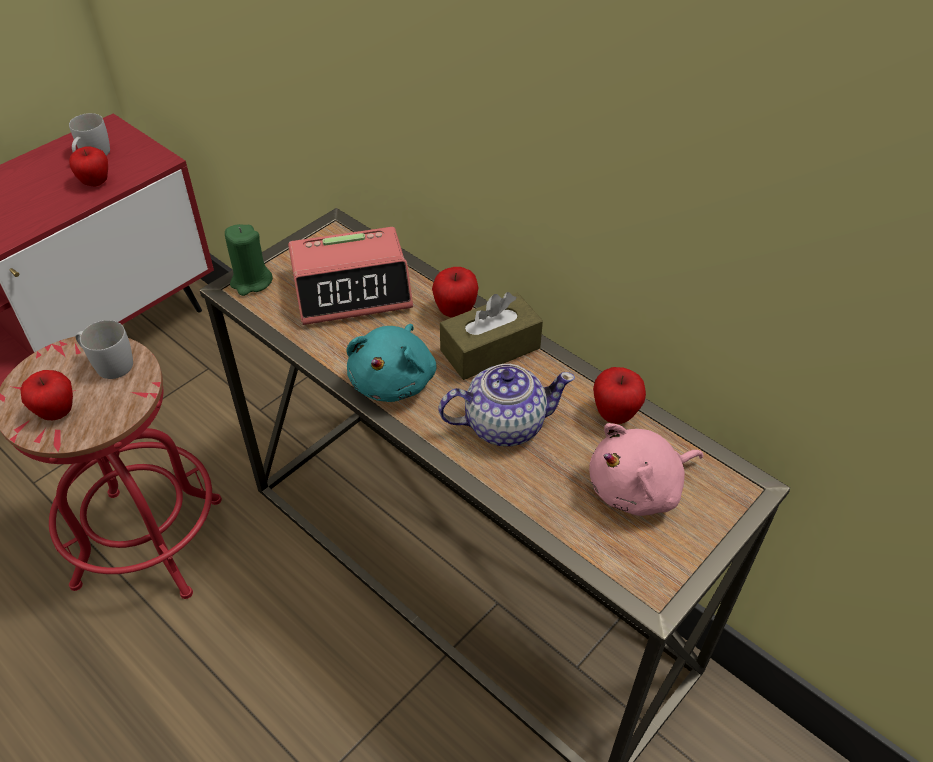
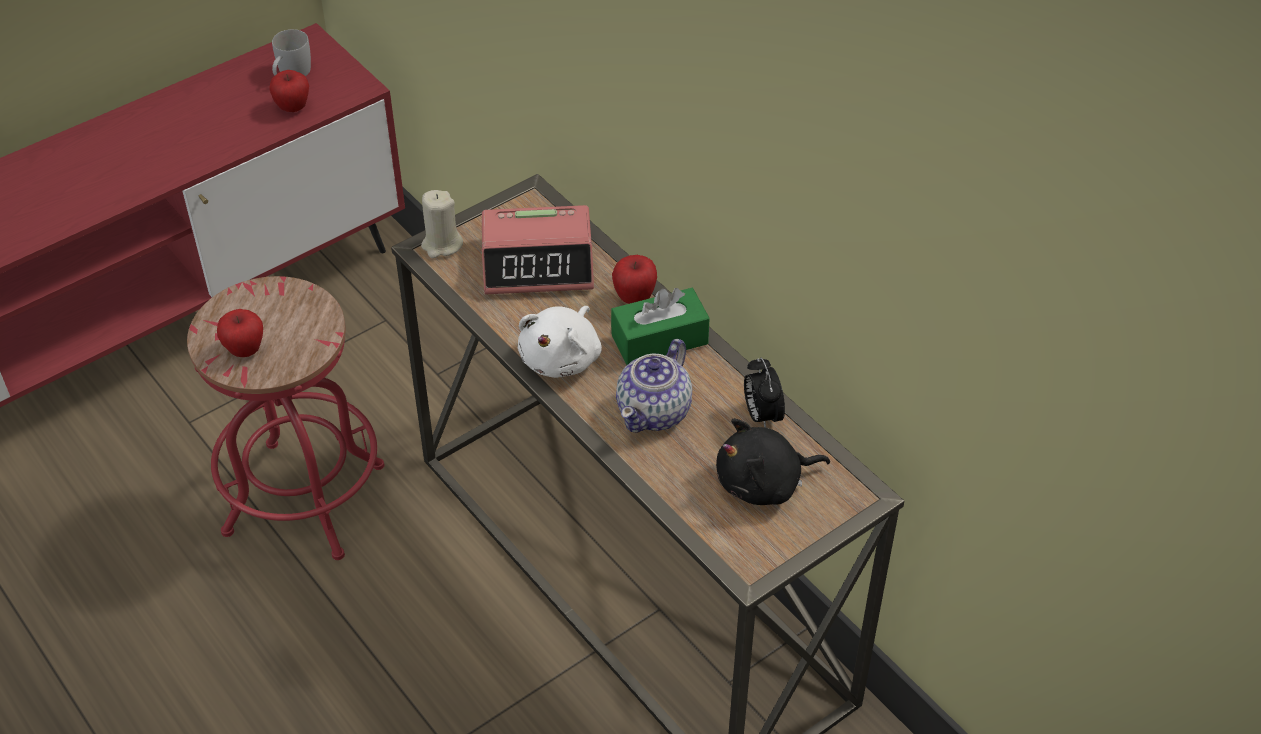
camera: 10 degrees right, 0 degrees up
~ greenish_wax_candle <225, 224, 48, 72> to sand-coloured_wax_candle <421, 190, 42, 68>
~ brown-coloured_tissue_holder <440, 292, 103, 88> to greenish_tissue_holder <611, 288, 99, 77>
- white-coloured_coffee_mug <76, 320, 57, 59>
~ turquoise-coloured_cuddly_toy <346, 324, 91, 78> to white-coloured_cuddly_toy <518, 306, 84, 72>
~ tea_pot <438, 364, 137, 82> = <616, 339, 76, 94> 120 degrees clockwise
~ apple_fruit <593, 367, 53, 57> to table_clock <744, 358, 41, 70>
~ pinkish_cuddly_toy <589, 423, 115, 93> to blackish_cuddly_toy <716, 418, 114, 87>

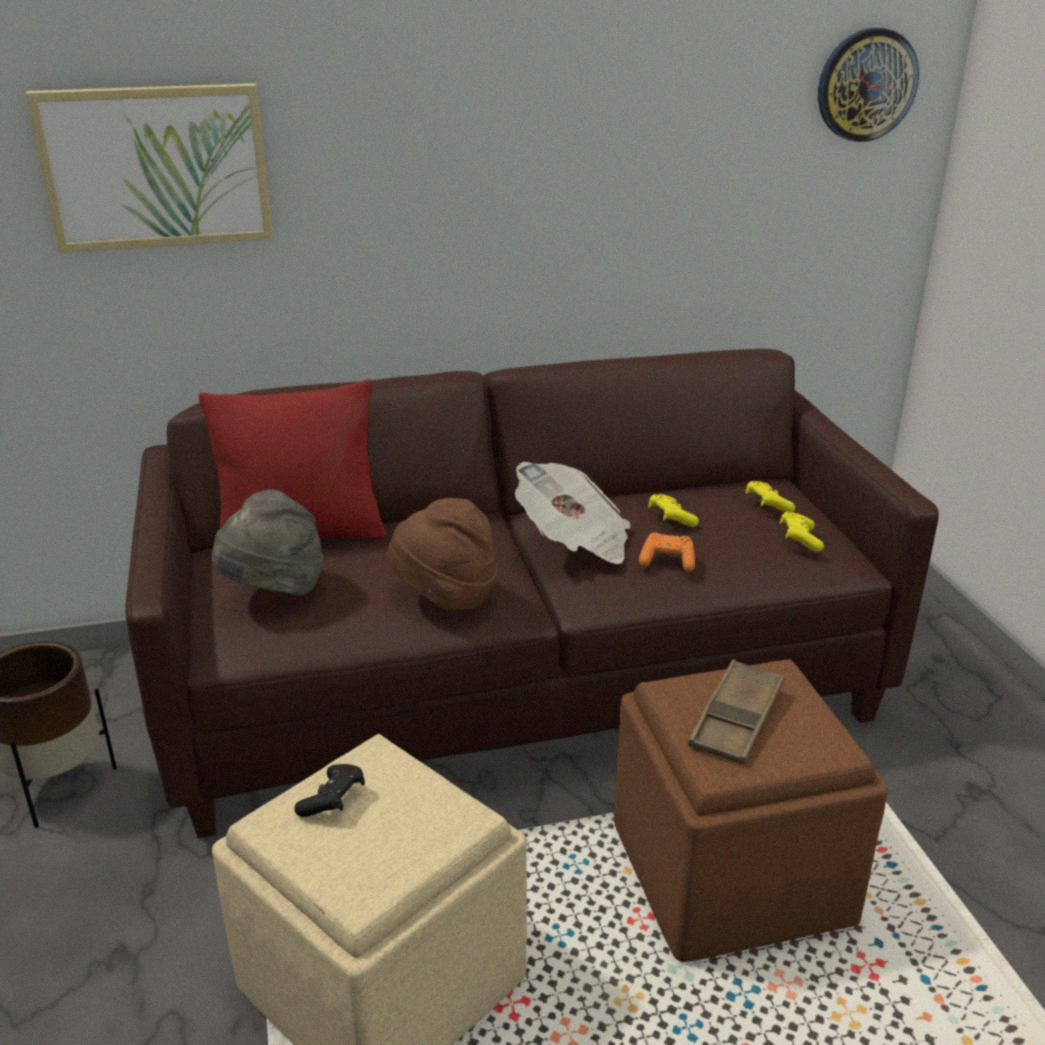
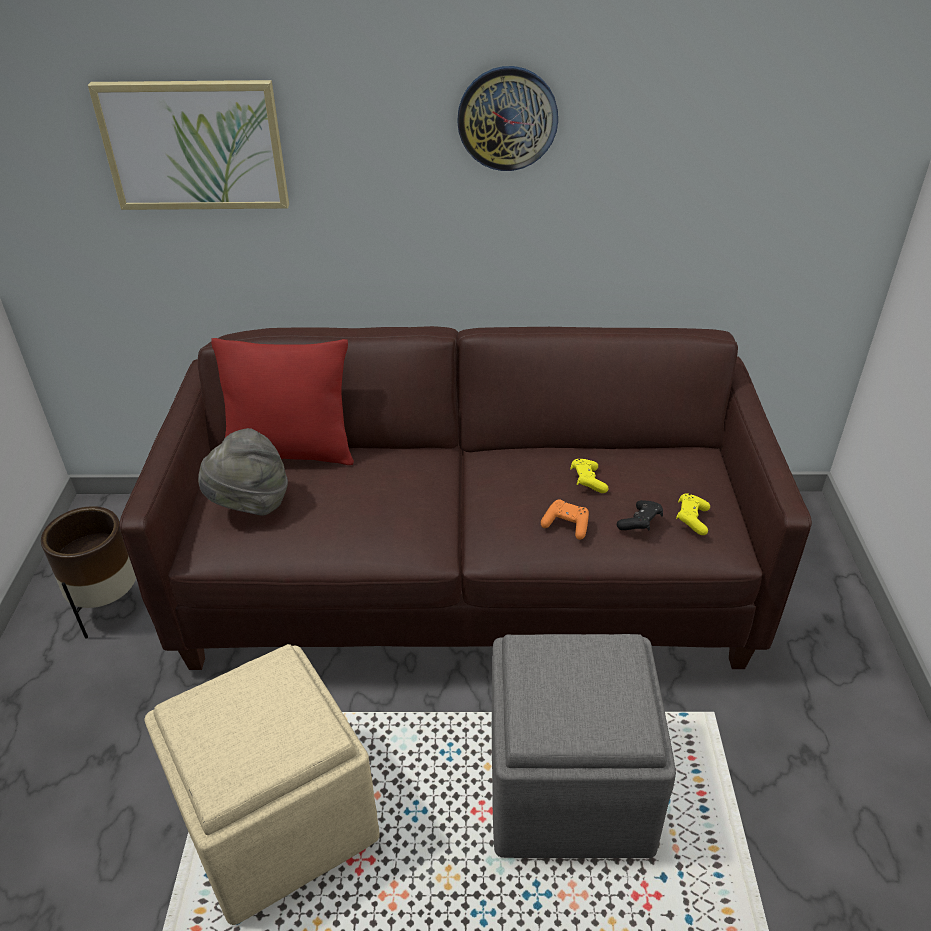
camera: 15 degrees right, 10 degrees up
~ wall_clock <818, 28, 101, 114> to <457, 66, 101, 105>
- printed_paper <514, 462, 117, 102>
- yellowish_game_controller <746, 481, 49, 31>
- brown-coloured_clothing_hat <388, 498, 109, 113>
~ brown-coloured_ottoman <614, 659, 274, 303> to gray_ottoman <492, 634, 184, 224>
- brown-coloured_serving_tray <688, 659, 97, 106>
~ blackish_game_controller <294, 764, 71, 53> to <617, 500, 46, 30>

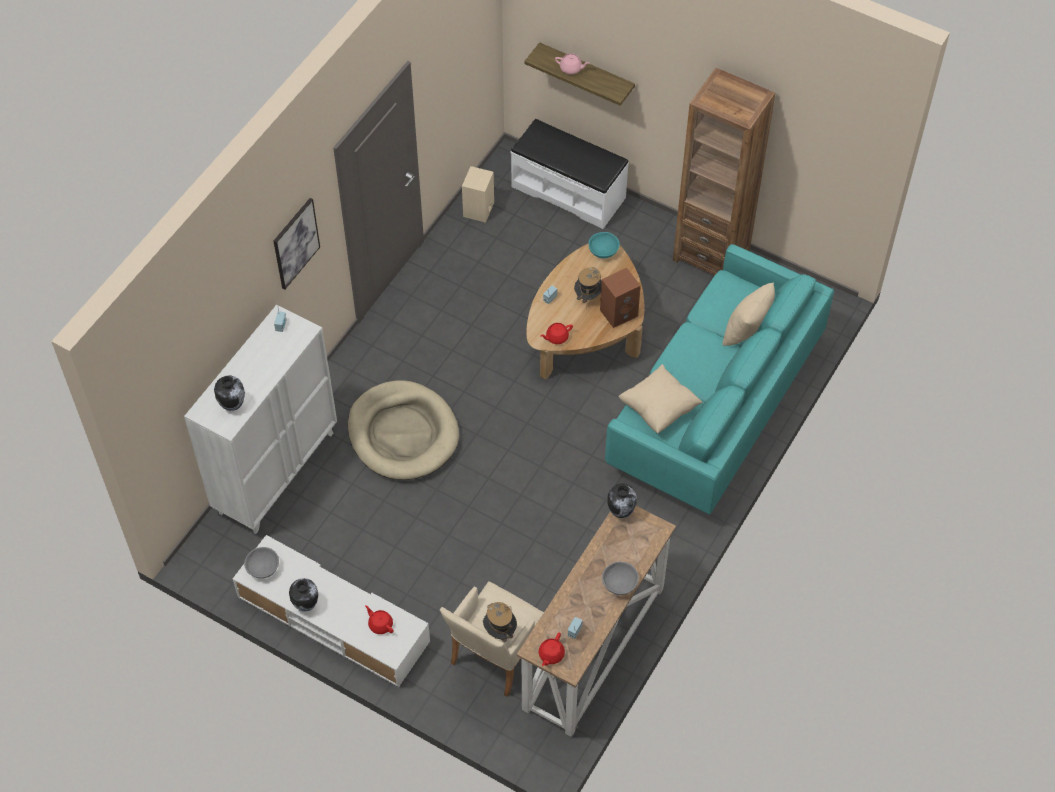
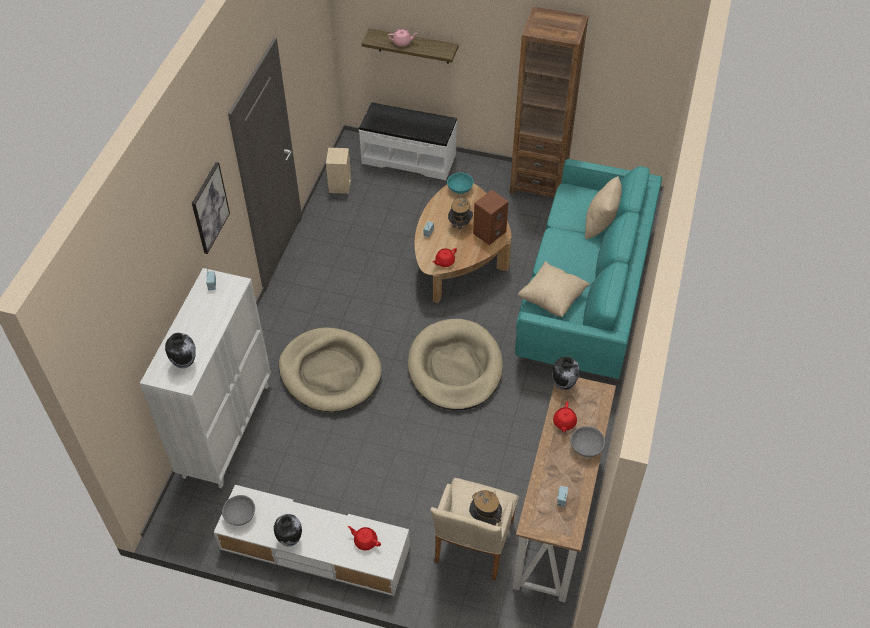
camera: 15 degrees left, 5 degrees down
~ red-coloured_tea_pot <539, 633, 26, 33> to <553, 402, 24, 30>
+ sand-coloured_pet_bed <408, 319, 95, 92>

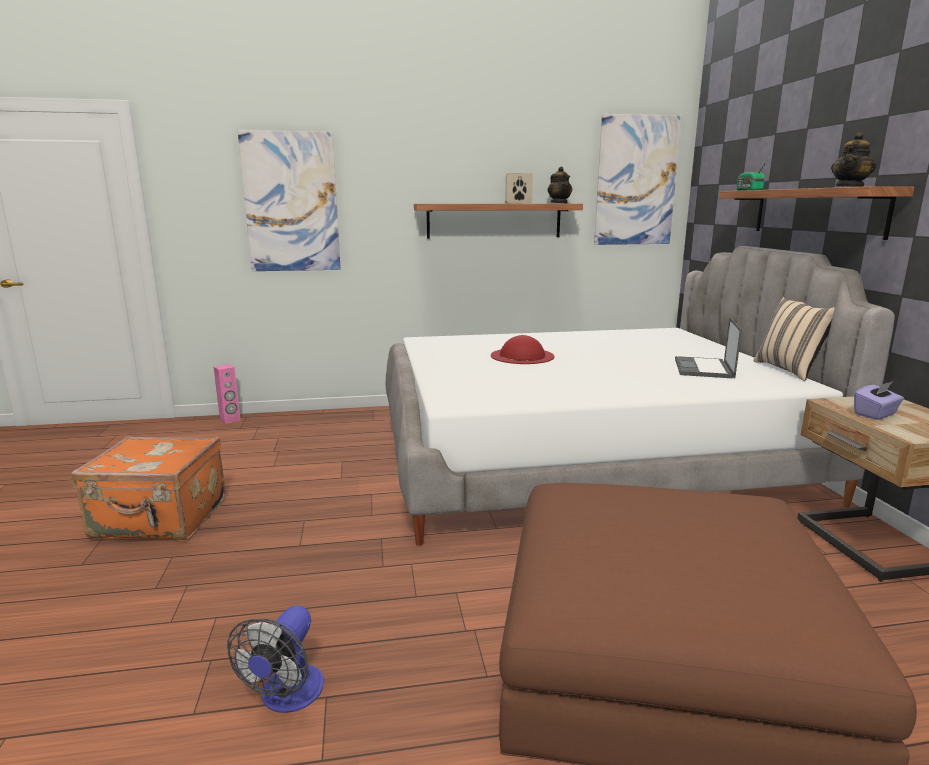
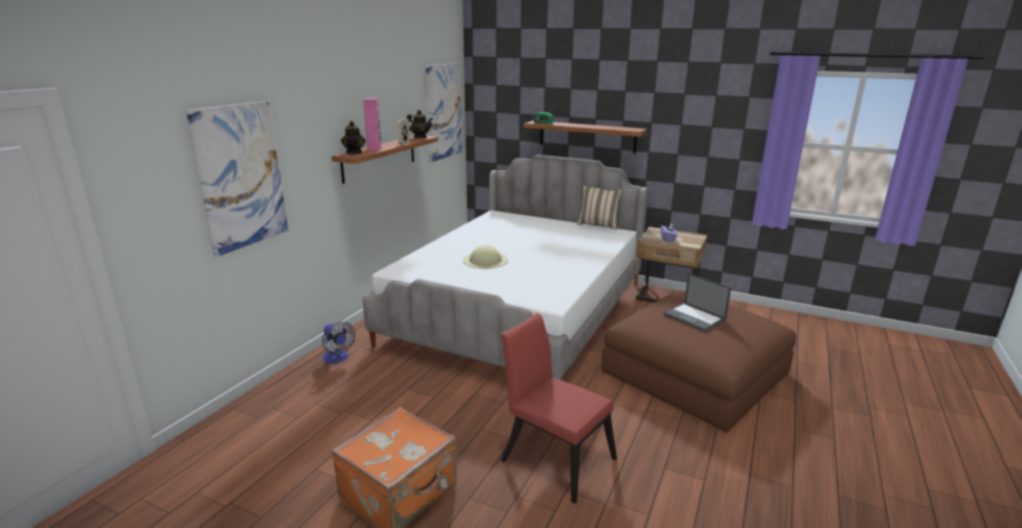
camera: 55 degrees left, 5 degrees up
~ tea_pot <831, 132, 45, 55> to <341, 121, 24, 33>
~ notebook_computer <675, 317, 67, 62> to <663, 273, 68, 59>
~ red-coloured_clothing_hat <491, 335, 64, 29> to sand-coloured_clothing_hat <463, 245, 45, 24>
~ pinkish_audio_speaker <214, 364, 27, 60> to <363, 98, 19, 52>
~ fan <227, 605, 97, 108> to <322, 322, 33, 41>
+ red-coloured_chair <501, 313, 116, 191>

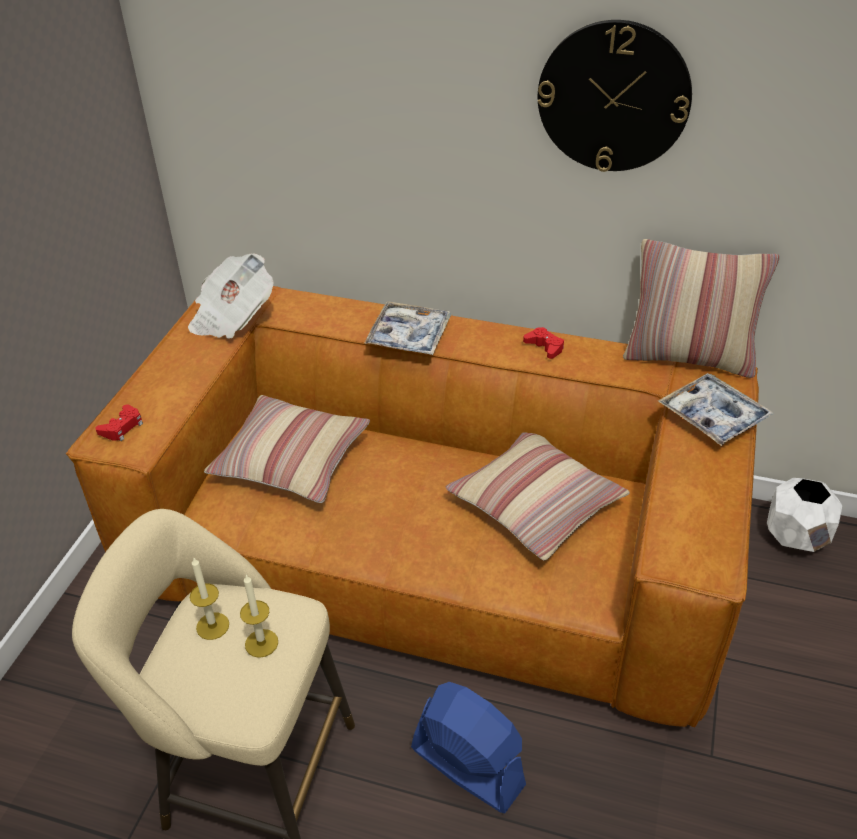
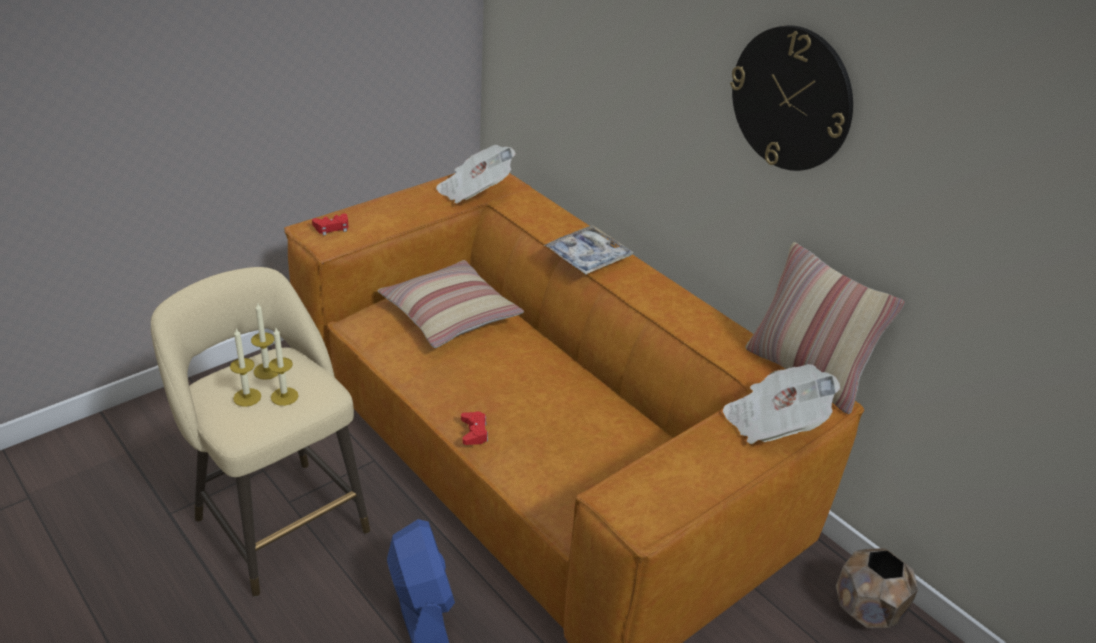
camera: 30 degrees right, 5 degrees down
~ red-coloured_game_controller <523, 327, 41, 32> to <461, 411, 27, 34>
~ serving_tray <658, 373, 116, 73> to printed_paper <723, 364, 118, 80>
- throw_pillow <446, 432, 184, 129>
~ white-coloured_plant_pot <767, 478, 75, 74> to brown-coloured_plant_pot <836, 548, 82, 80>
+ wax_candle <230, 328, 31, 79>

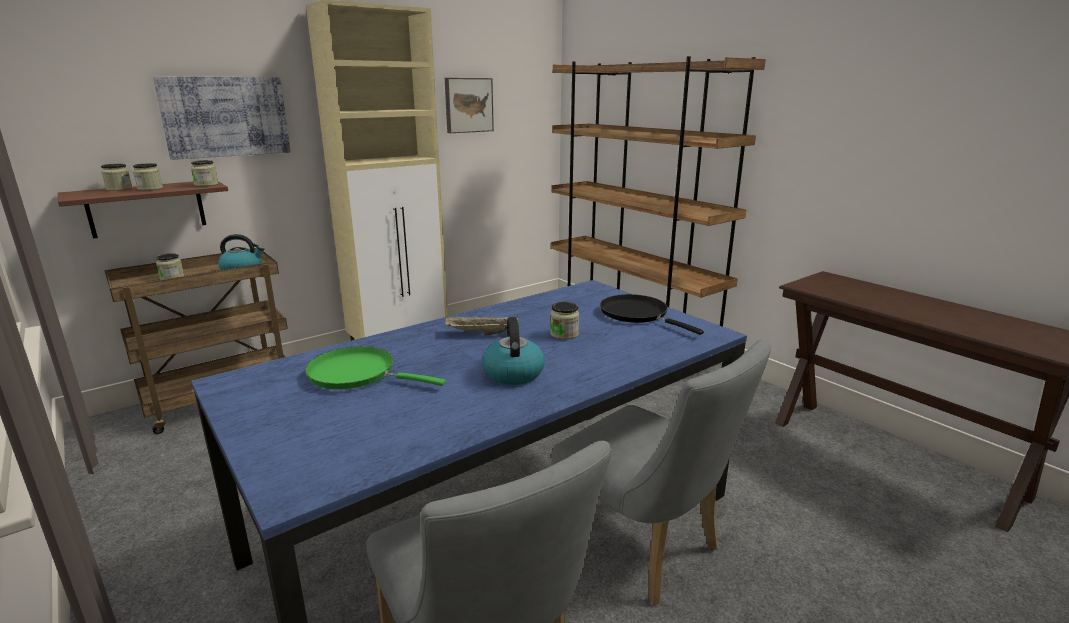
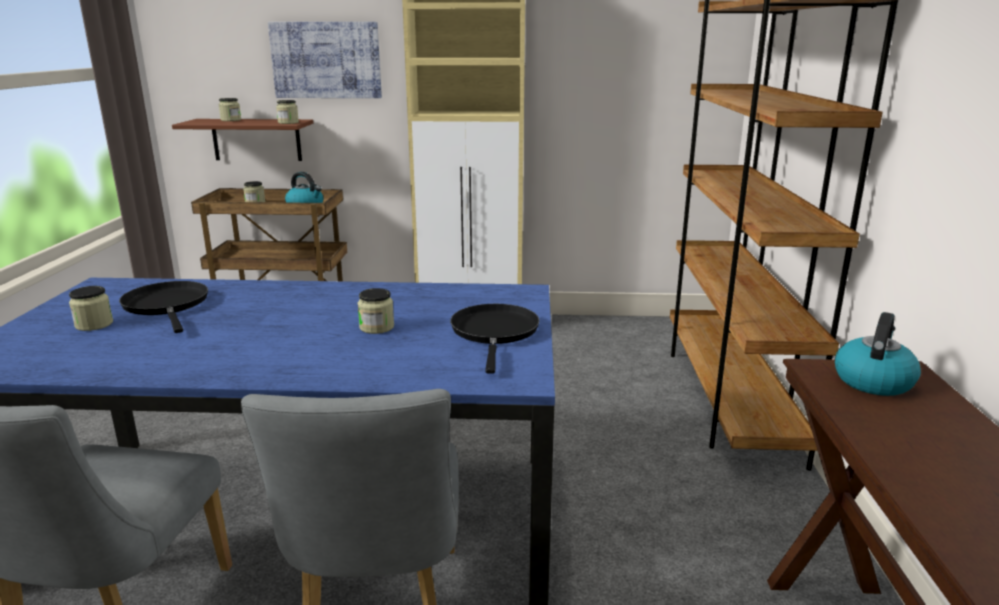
camera: 40 degrees right, 0 degrees up
- wall_art <445, 78, 49, 55>
~ storage_jar <133, 163, 30, 28> to <69, 286, 44, 45>
- sand-coloured_serving_tray <445, 316, 73, 19>
~ tea_kettle <482, 317, 62, 68> to <835, 312, 86, 84>
~ greenish_pan <305, 346, 141, 43> to blackish_pan <119, 281, 89, 52>

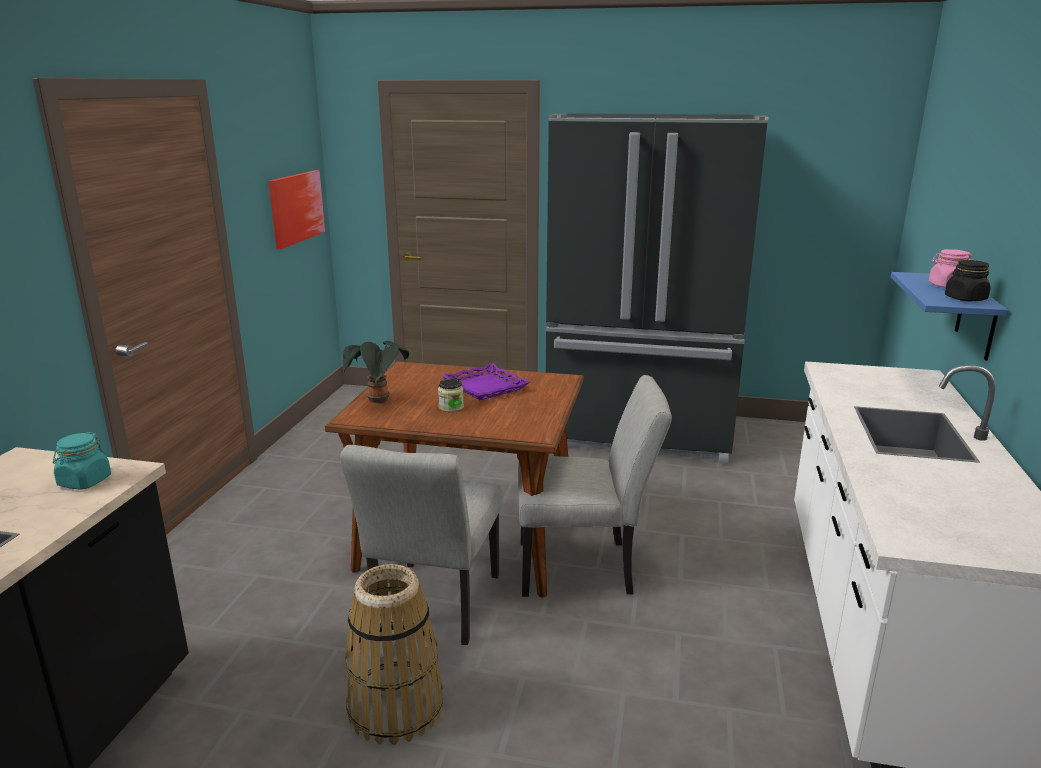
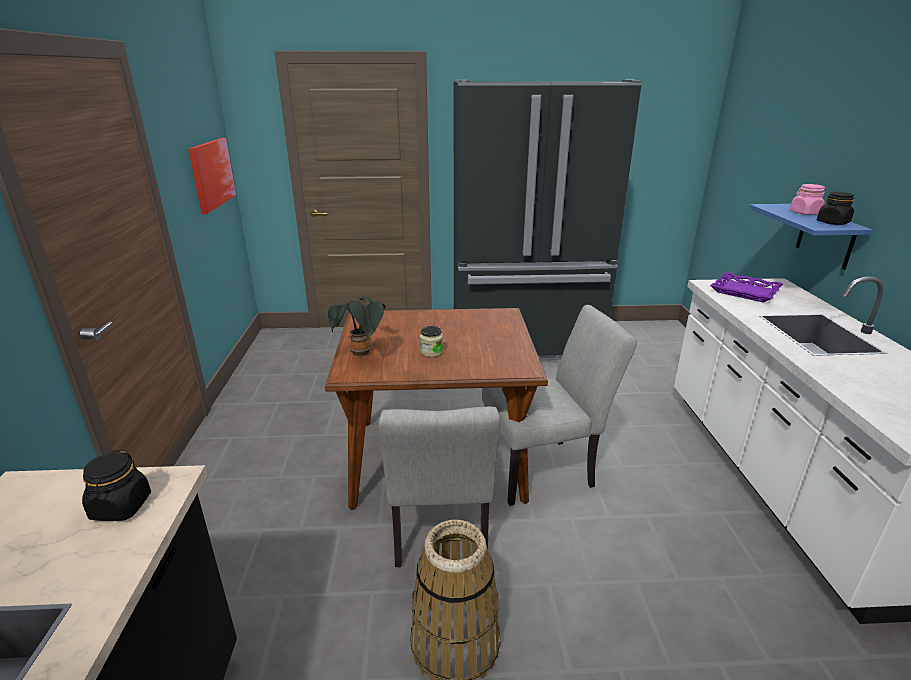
camera: 15 degrees left, 5 degrees up
~ purplish_serving_tray <442, 363, 88, 37> to <710, 272, 73, 31>
~ turquoise-coloured_storage_jar <53, 432, 58, 58> to blackish_storage_jar <82, 450, 69, 71>

